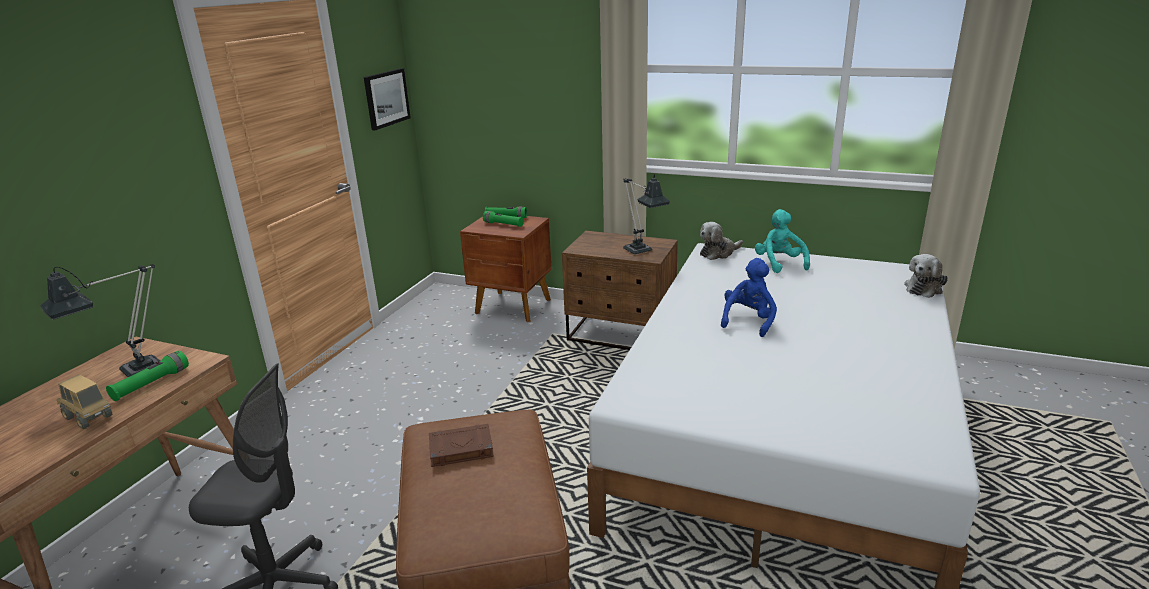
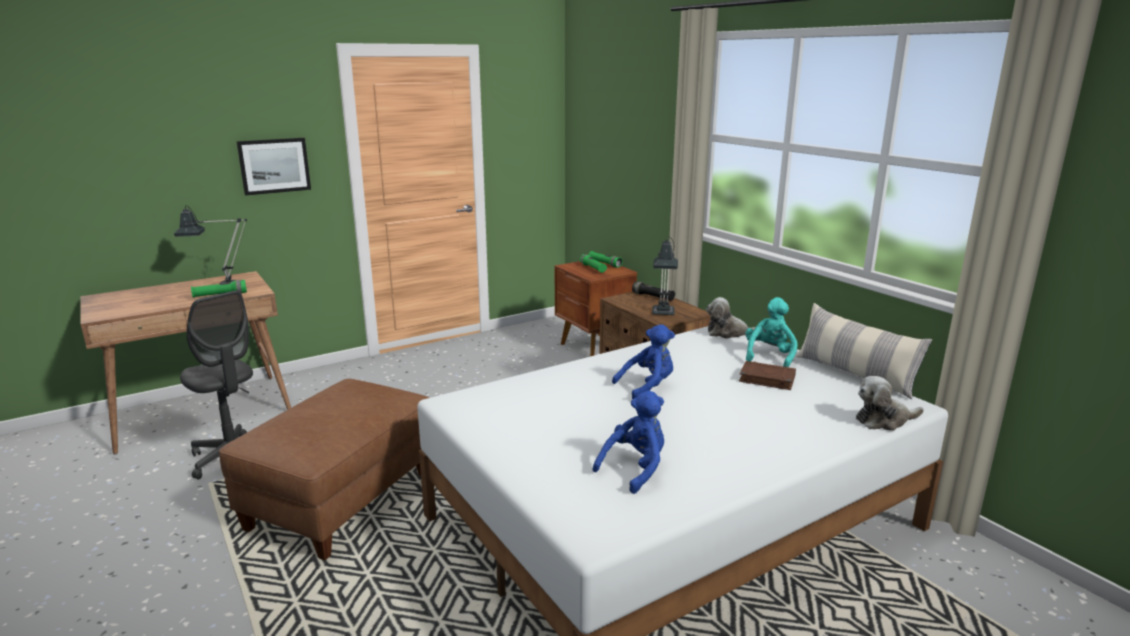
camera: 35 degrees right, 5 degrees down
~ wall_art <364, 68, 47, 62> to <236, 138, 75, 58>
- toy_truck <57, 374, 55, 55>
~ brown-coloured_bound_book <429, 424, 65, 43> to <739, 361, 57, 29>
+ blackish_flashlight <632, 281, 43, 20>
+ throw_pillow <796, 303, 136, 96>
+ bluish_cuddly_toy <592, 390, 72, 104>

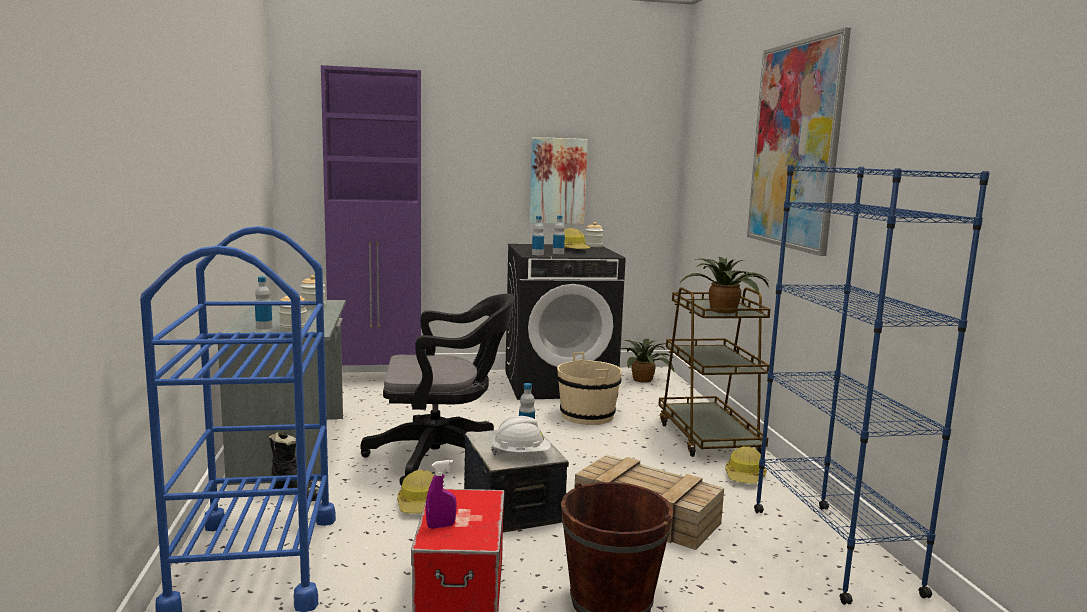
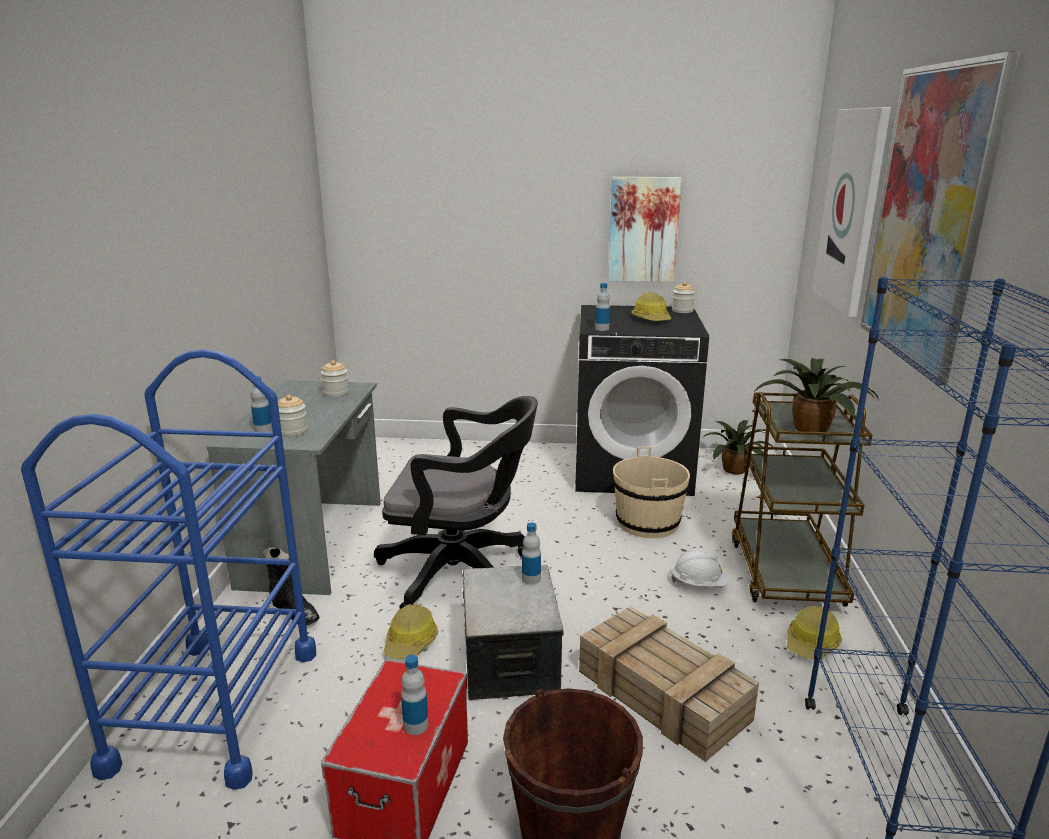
camera: 15 degrees right, 10 degrees up
- purplish_cabinet <321, 65, 100, 300>
~ beverage_bottle <553, 215, 12, 39> to <401, 655, 27, 80>
~ white-coloured_work_helmet <491, 416, 60, 39> to <671, 549, 58, 37>
- purplish_spray_bottle <426, 460, 31, 69>
+ wall_art <813, 107, 78, 210>

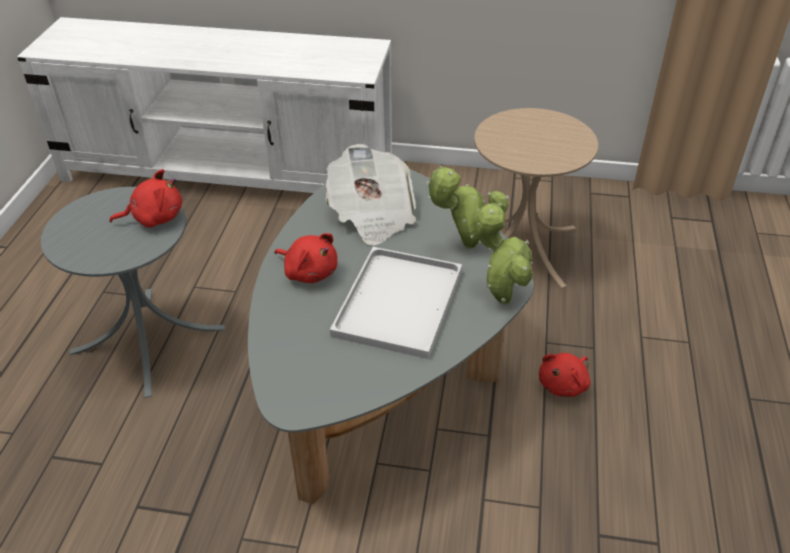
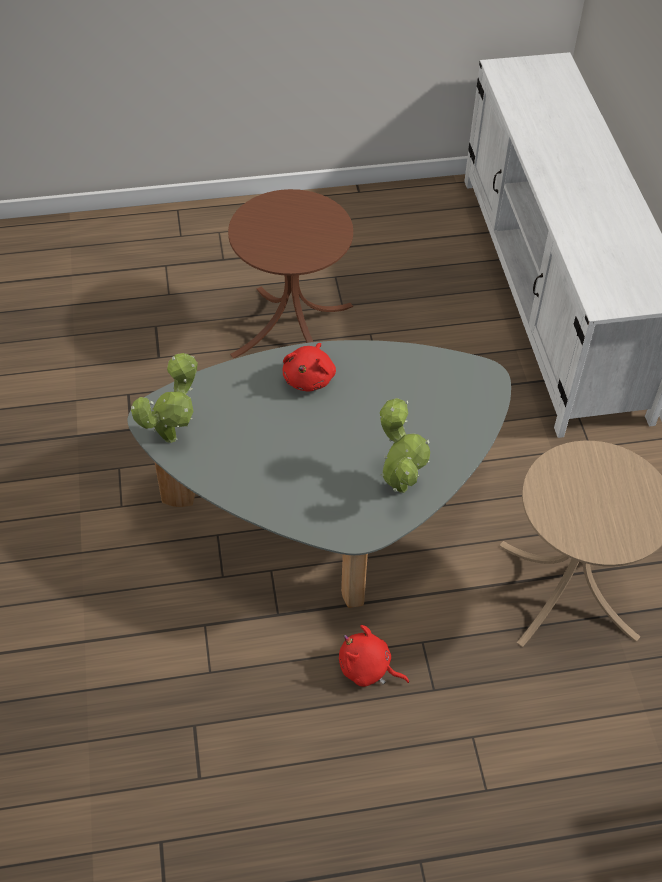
camera: 70 degrees right, 10 degrees up
- printed_paper <325, 144, 91, 102>
- red-coloured_cuddly_toy <109, 169, 73, 59>
~ gray_end_table <41, 187, 184, 211> to brown-coloured_end_table <228, 189, 125, 169>
~ houseplant <475, 203, 58, 102> to <131, 353, 67, 90>
- white-coloured_serving_tray <330, 247, 132, 112>

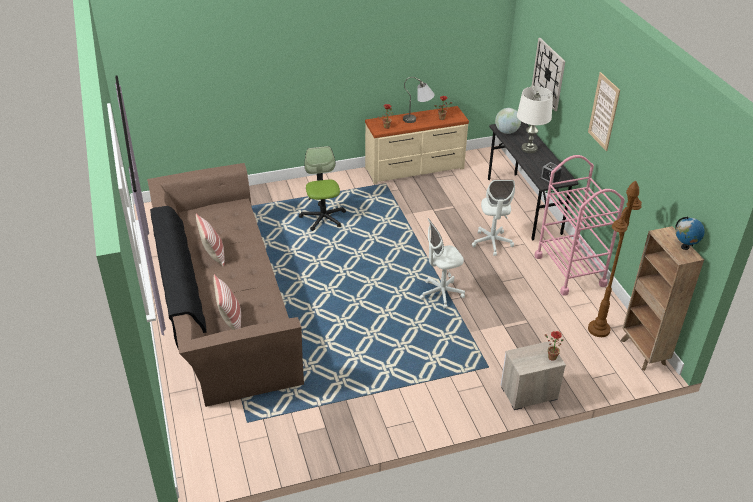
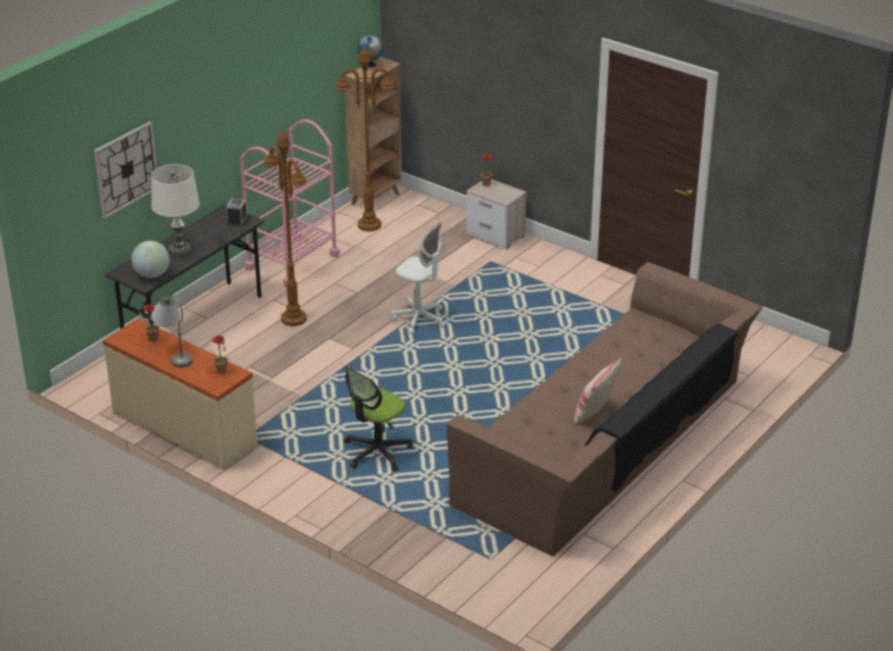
camera: 125 degrees left, 5 degrees down
- wall_art <588, 72, 32, 79>
~ white-coloured_desk_chair <472, 180, 43, 76> to brown-coloured_standard_lamp <264, 129, 43, 197>
- throw_pillow <214, 274, 27, 56>

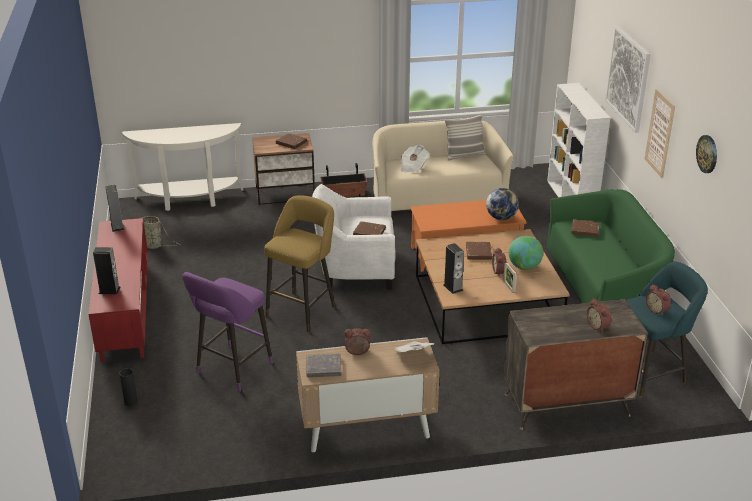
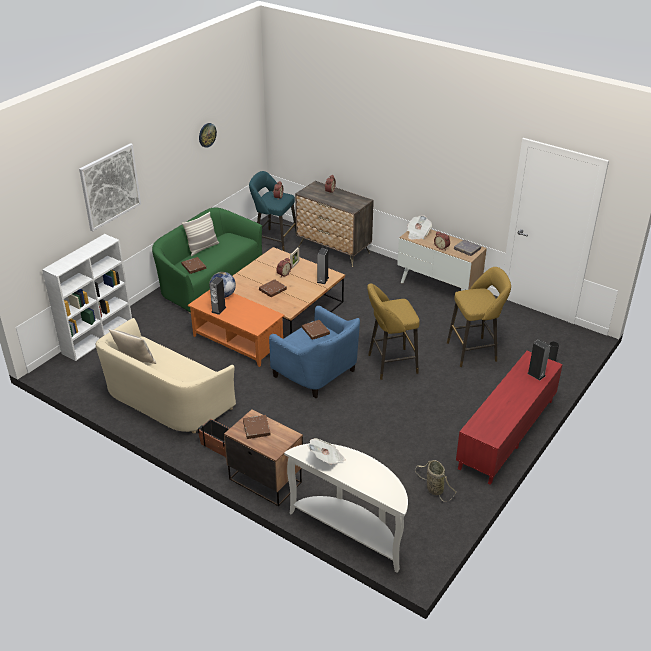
camera: 135 degrees left, 5 degrees up
- wall_art <645, 89, 30, 89>
~ printed_paper <400, 145, 30, 27> to <307, 438, 39, 26>
~ white-coloured_lounge_chair <312, 184, 83, 106> to bluish_lounge_chair <269, 306, 91, 92>
~ audio_speaker <106, 185, 18, 47> to <210, 277, 16, 38>
- globe <509, 236, 34, 34>
~ purplish_stool_seat <182, 272, 91, 119> to yellowish_stool_seat <447, 267, 64, 100>
+ throw_pillow <182, 212, 37, 44>

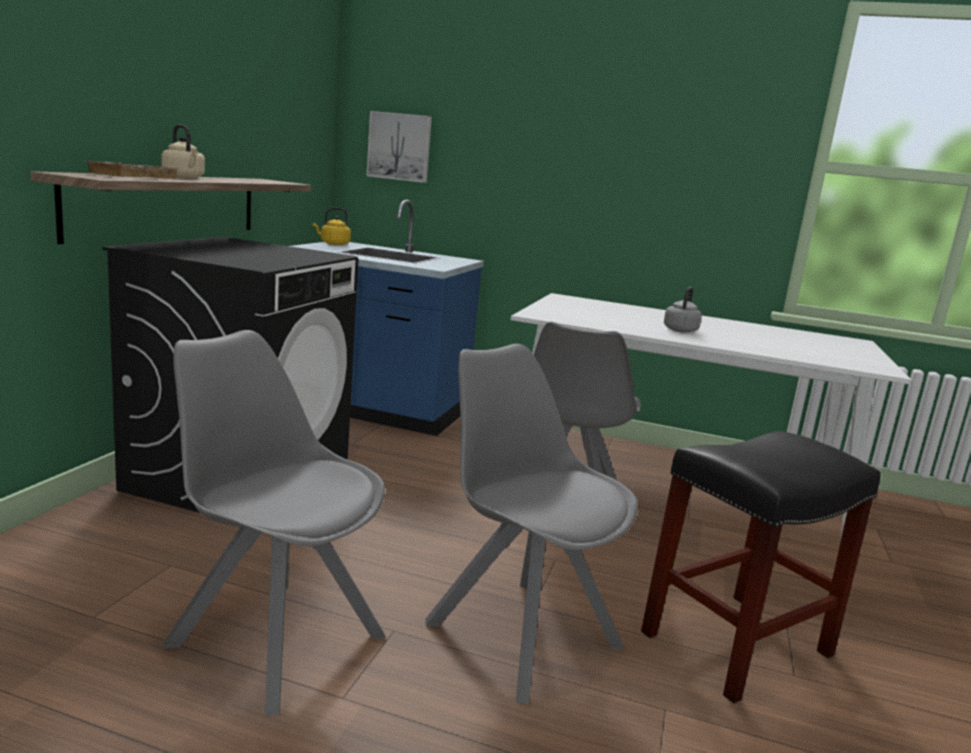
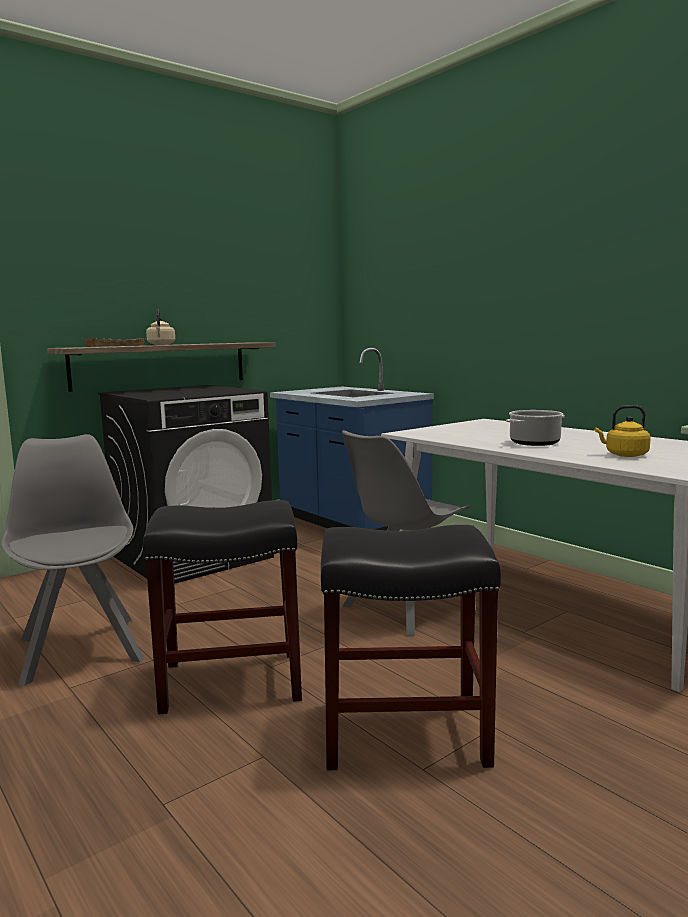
camera: 35 degrees right, 5 degrees down
- wall_art <366, 111, 66, 72>
~ yellowish_tea_kettle <313, 208, 38, 37> to <595, 405, 56, 52>
~ gray_tea_kettle <664, 287, 38, 46> to saucepot <506, 410, 59, 36>
~ gray_chair <425, 344, 213, 360> to blackish_stool_seat <143, 500, 159, 214>

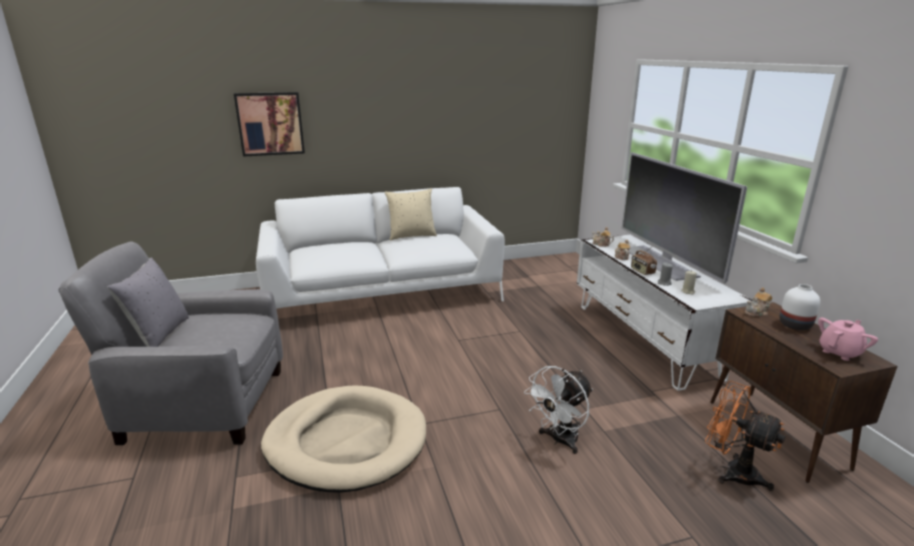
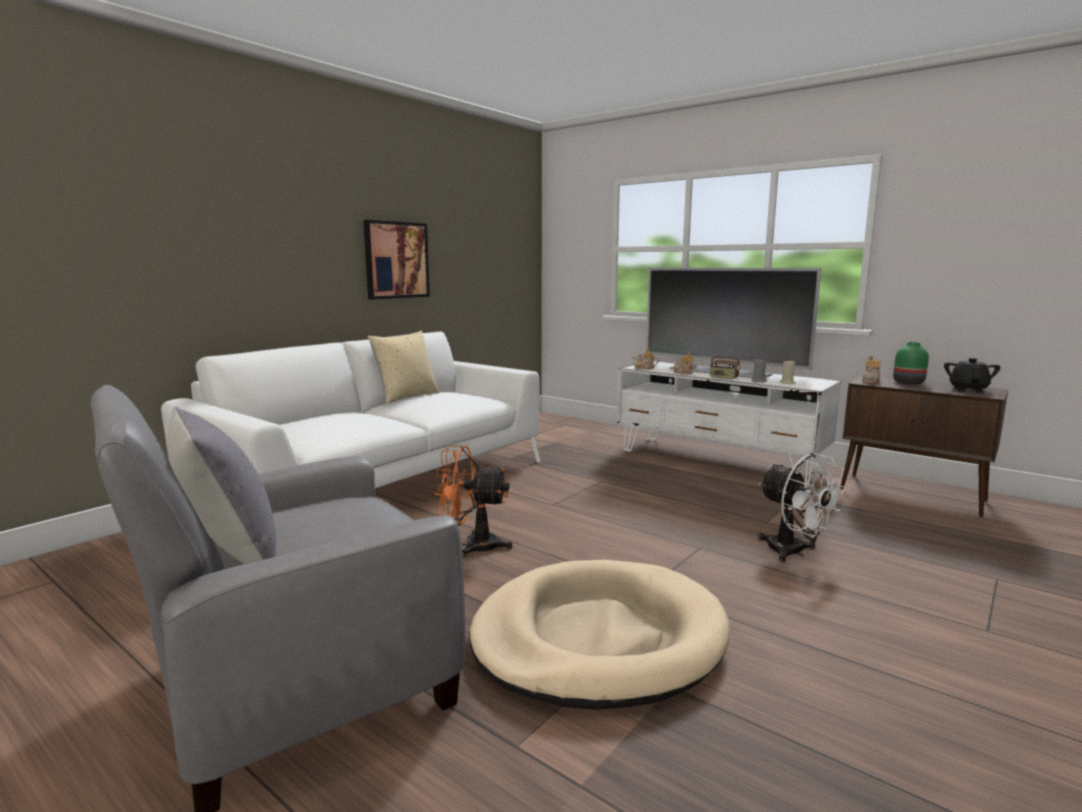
camera: 35 degrees left, 10 degrees down
~ wall_art <234, 92, 71, 65> to <363, 220, 67, 79>
~ white-coloured_decorative_vase <779, 284, 41, 46> to greenish_decorative_vase <893, 342, 36, 43>
~ pinkish_tea_pot <818, 318, 60, 43> to blackish_tea_pot <944, 358, 57, 34>
~ white-coloured_fan <524, 366, 69, 88> = <758, 453, 89, 109> 45 degrees counterclockwise
~ orange_fan <705, 381, 81, 110> to <435, 445, 78, 113>

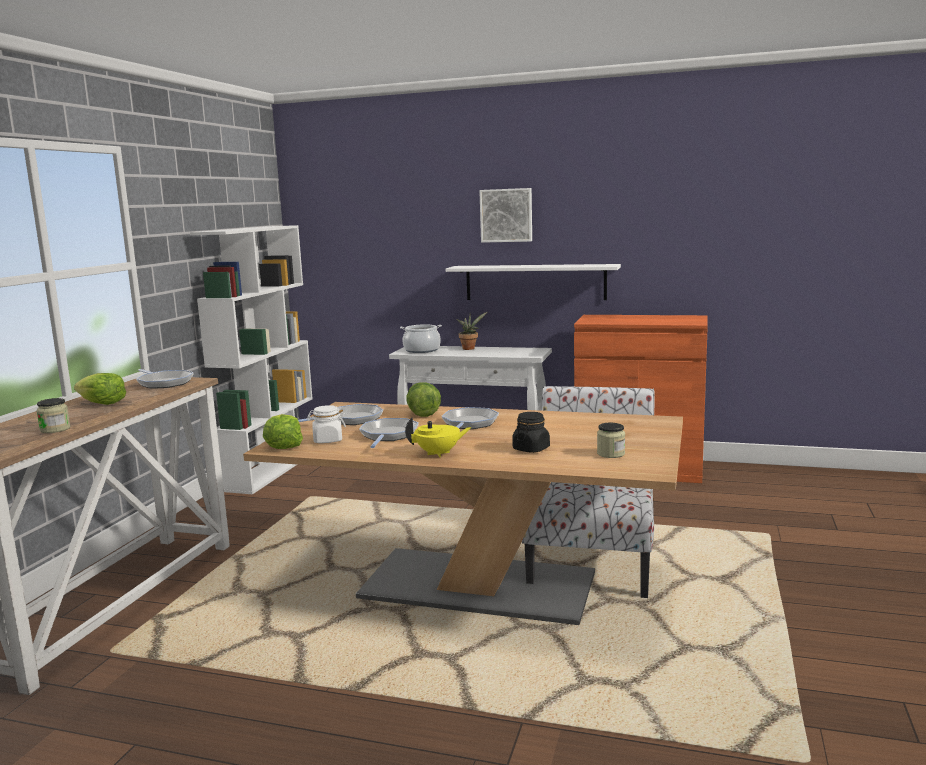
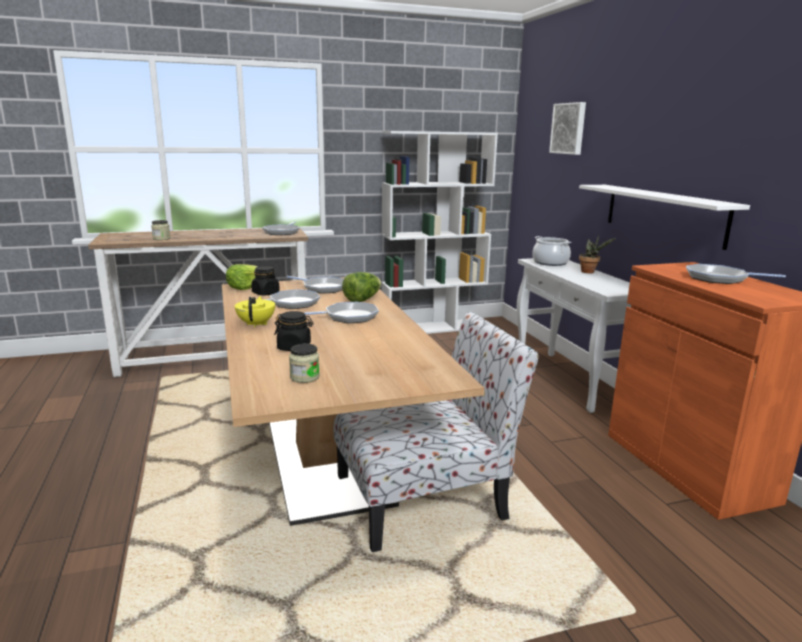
camera: 55 degrees right, 5 degrees up
~ wall_art <479, 188, 53, 55> to <549, 102, 37, 53>
- lettuce <74, 373, 52, 32>
~ white-coloured_storage_jar <307, 405, 39, 38> to blackish_storage_jar <251, 266, 29, 29>
~ yellowish_tea_pot <405, 418, 67, 40> = <235, 296, 40, 32> 135 degrees counterclockwise
+ pan <686, 264, 100, 20>

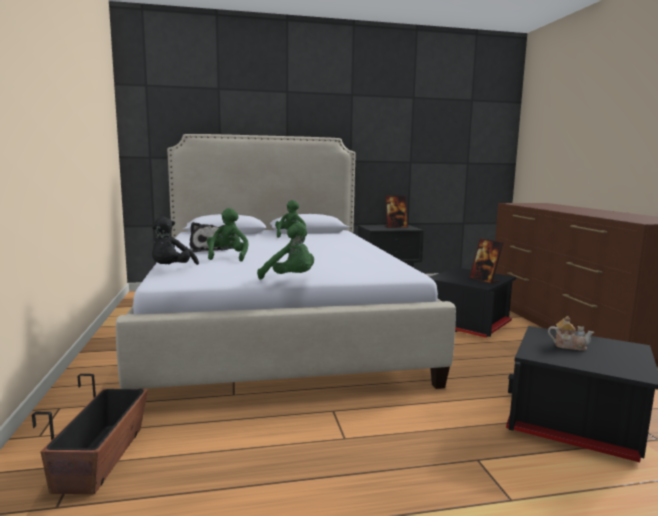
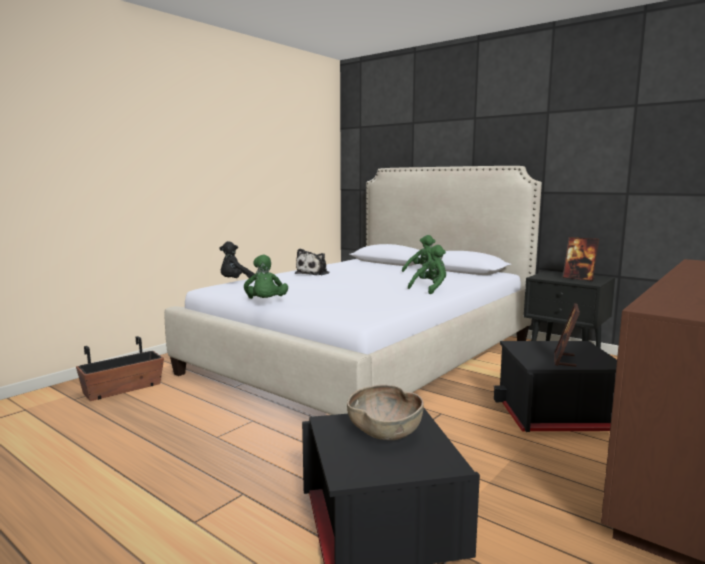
camera: 50 degrees right, 0 degrees up
~ greenish_cuddly_toy <207, 208, 41, 54> to <408, 245, 38, 49>
~ tea_pot <548, 316, 46, 35> to brown-coloured_serving_bowl <347, 385, 77, 55>

